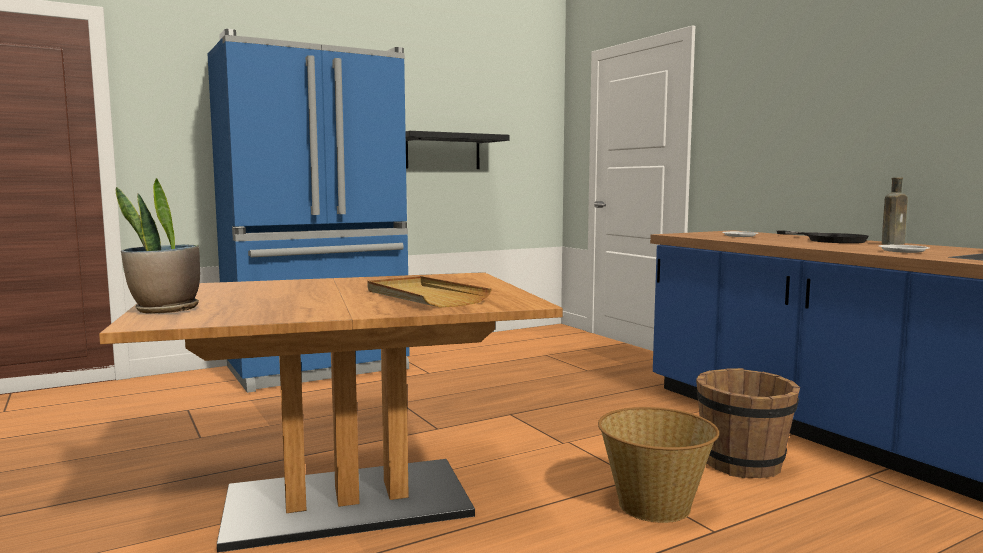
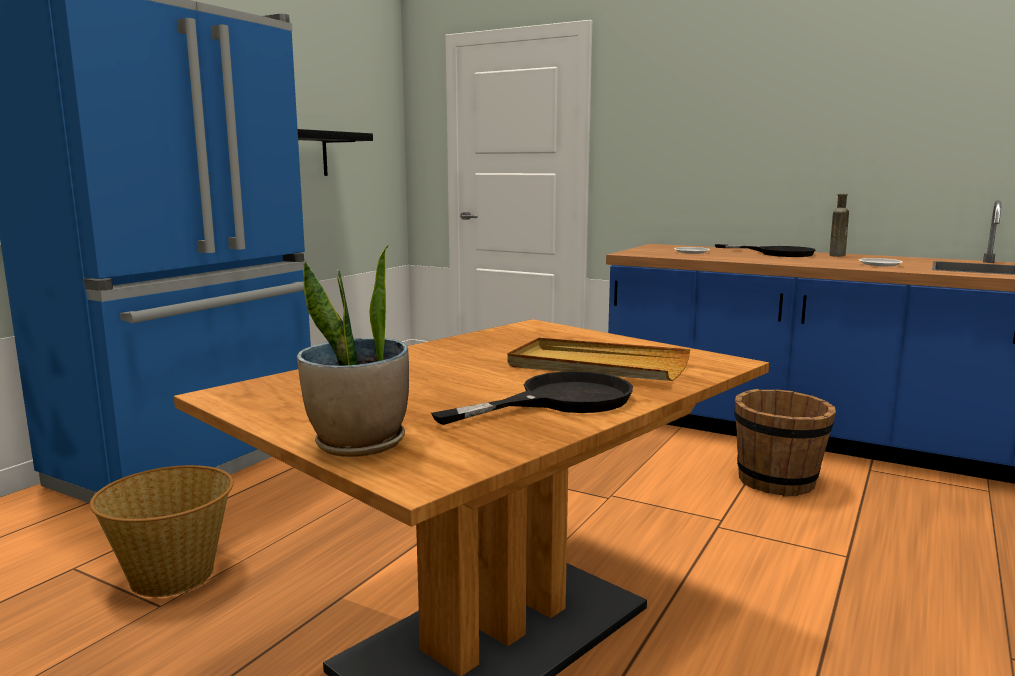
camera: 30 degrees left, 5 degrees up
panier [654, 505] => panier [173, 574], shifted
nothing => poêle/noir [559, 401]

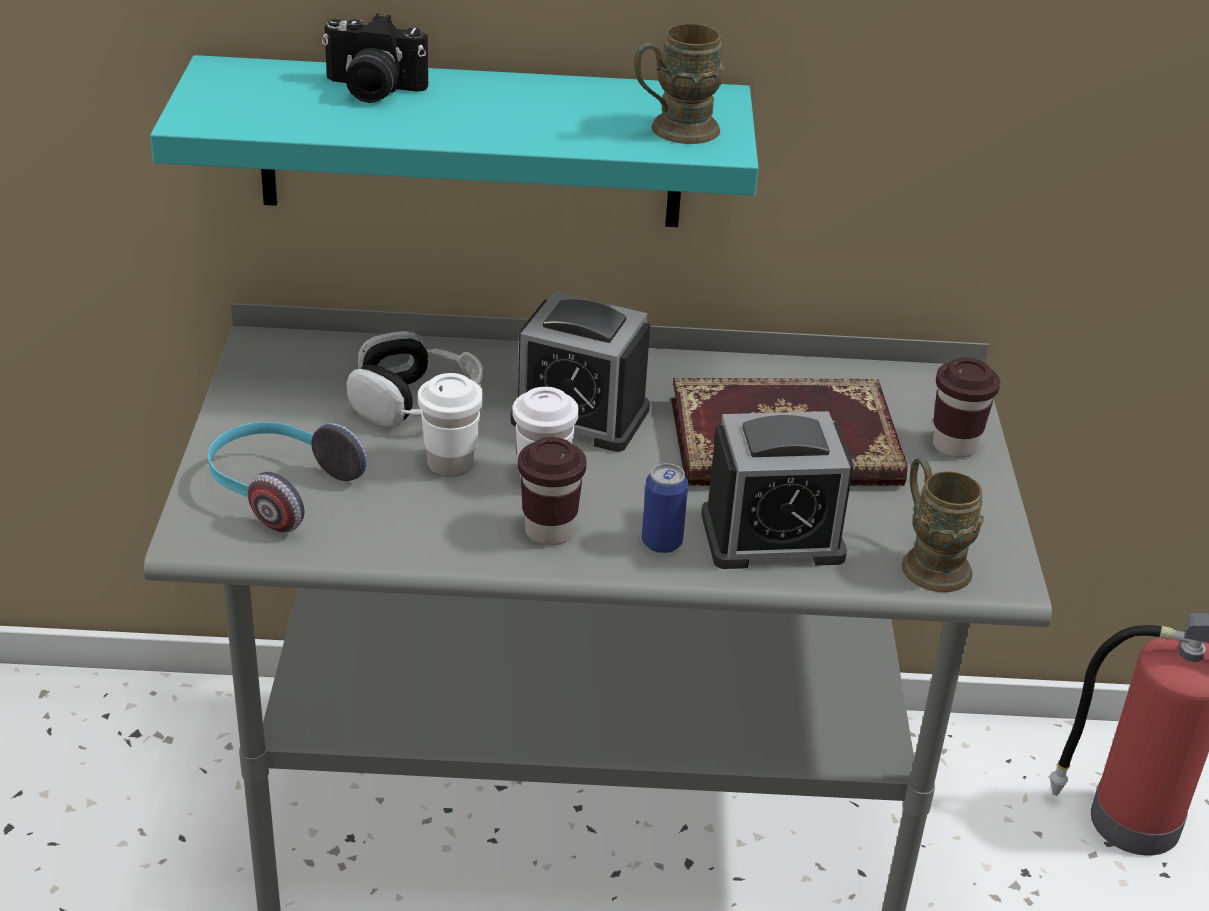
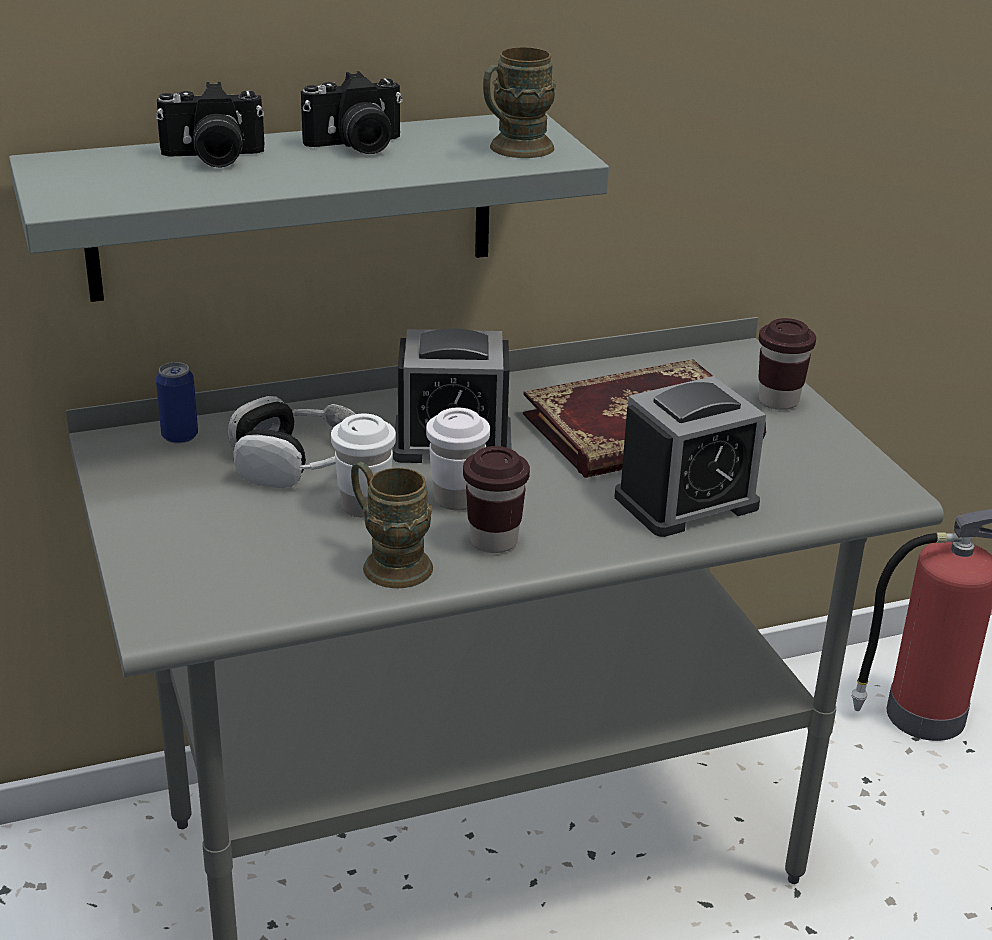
camera: 20 degrees left, 5 degrees down
étagère/turquoise [471, 143] => étagère/gris [293, 205]
casque audio [278, 489] => nothing
mug/marron [928, 560] => mug/marron [388, 562], shifted
boîte métallique [661, 542] => boîte métallique [180, 436], shifted
nothing => appareil photo [356, 146]

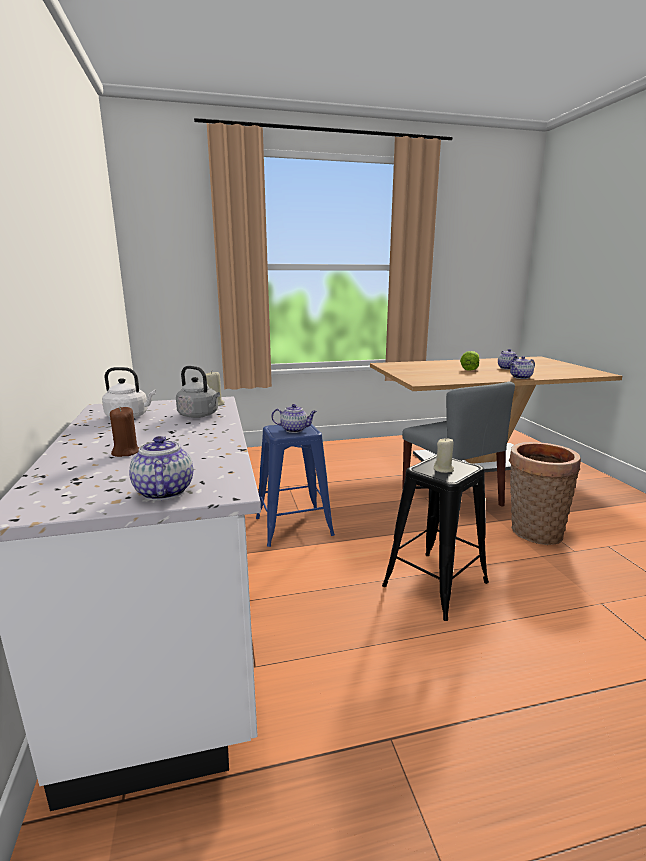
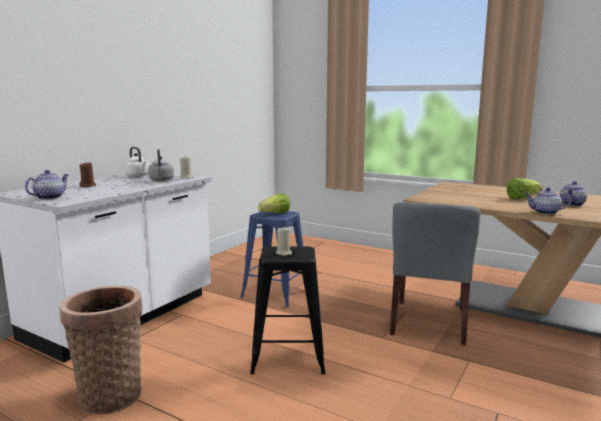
camera: 45 degrees right, 5 degrees down
théière [295, 429] => laitue [275, 214]
panier [532, 532] => panier [110, 394], shifted

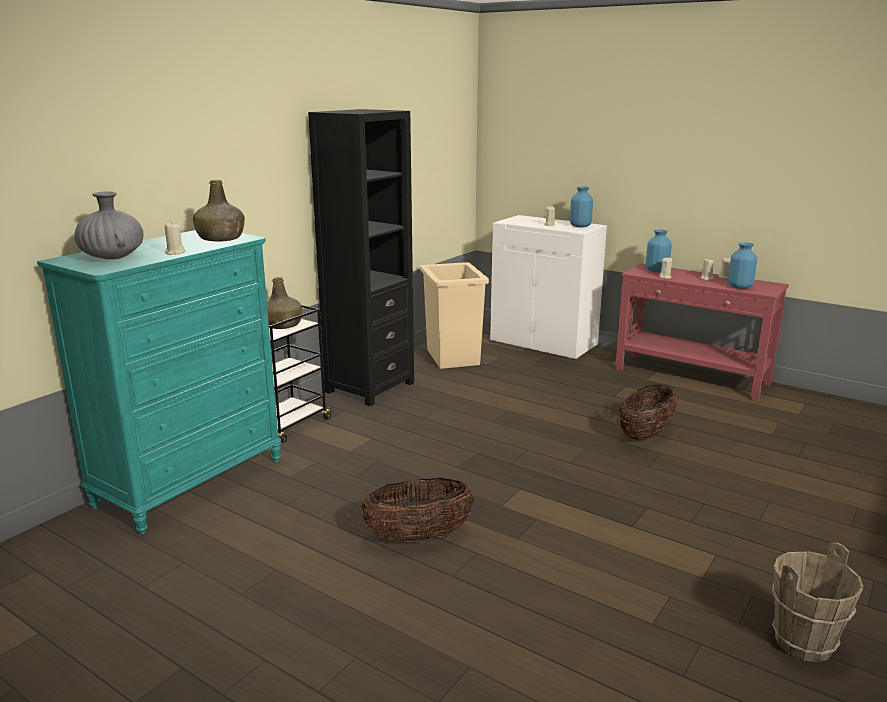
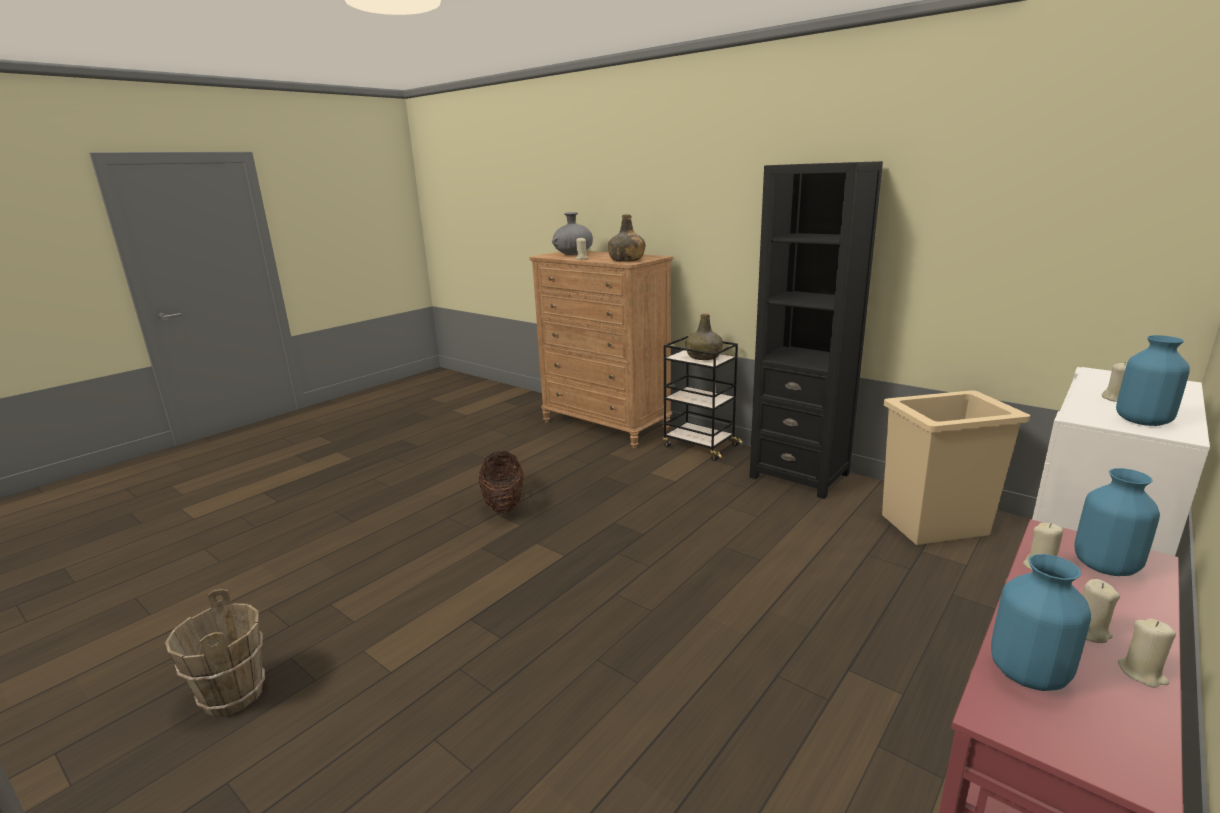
camera: 95 degrees right, 0 degrees up
commode/turquoise [190, 482] => commode/marron [605, 425]
panier [645, 434] => nothing

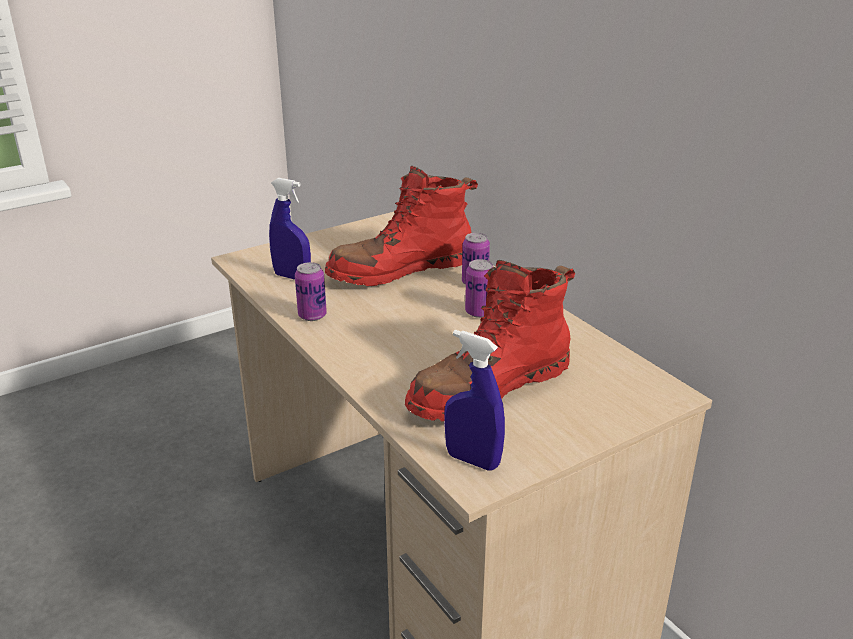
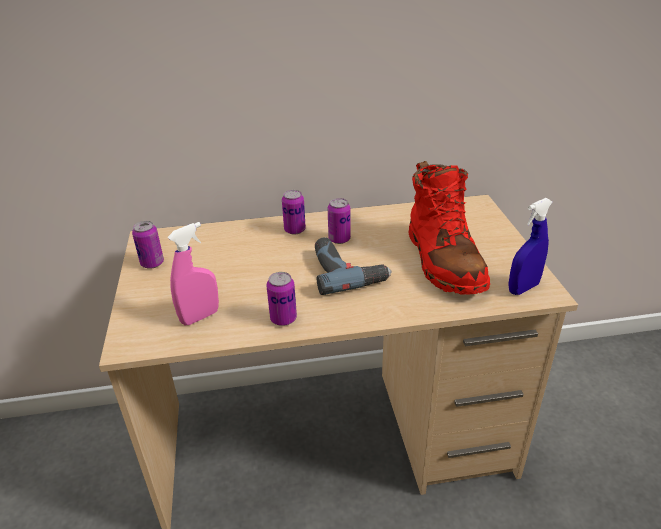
camera: 65 degrees left, 5 degrees up
botte/rouge [401, 270] => nothing
vaporisateur/bleu [292, 277] => vaporisateur/rose [200, 317]
nothing => boîte métallique [152, 263]
nothing => perceuse [346, 270]

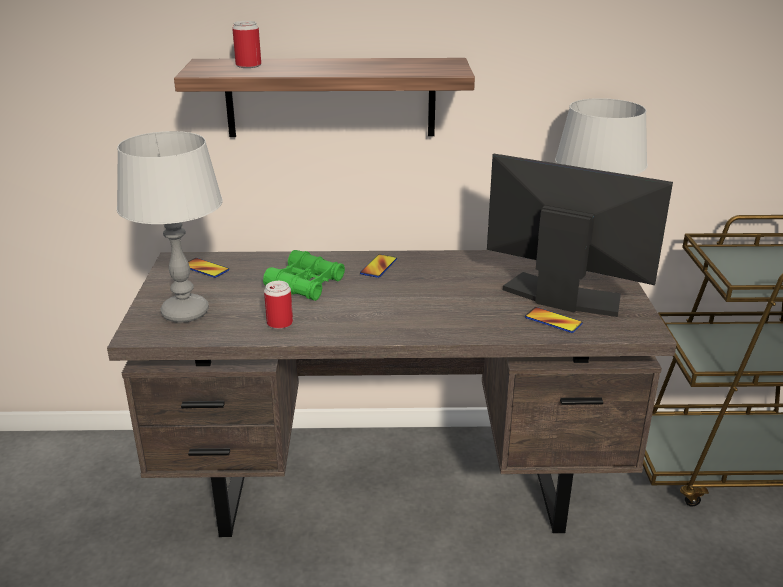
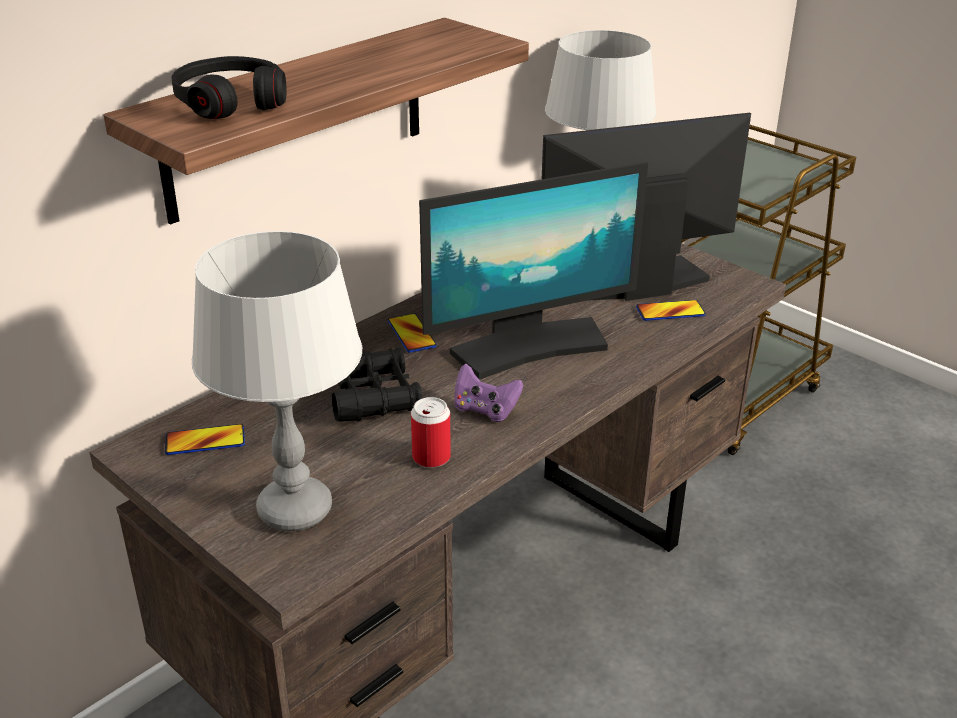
camera: 45 degrees left, 5 degrees up
boîte métallique [248, 66] => casque audio/noir [231, 102]
jumelles/vert [305, 284] => jumelles/noir [371, 396]
nothing => écran d'ordinateur [529, 346]
nothing => manette/violet [485, 410]

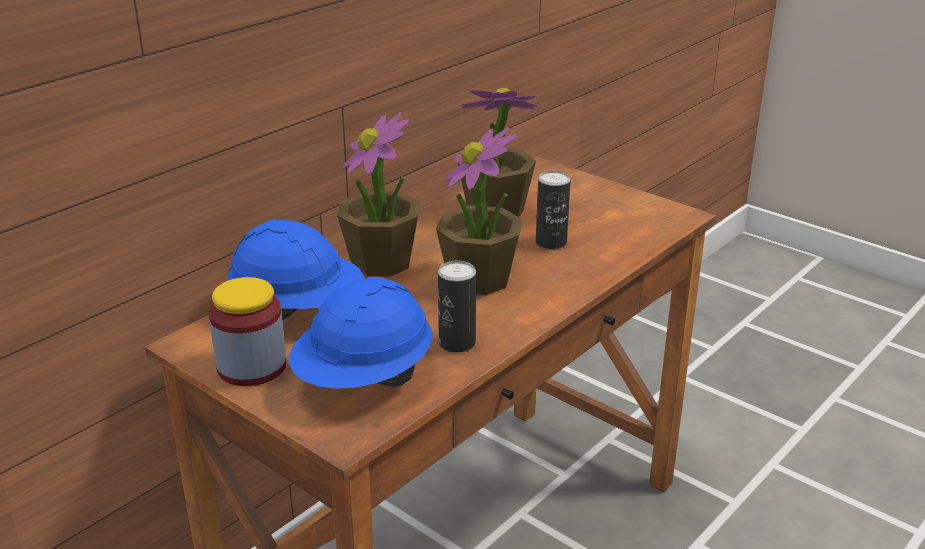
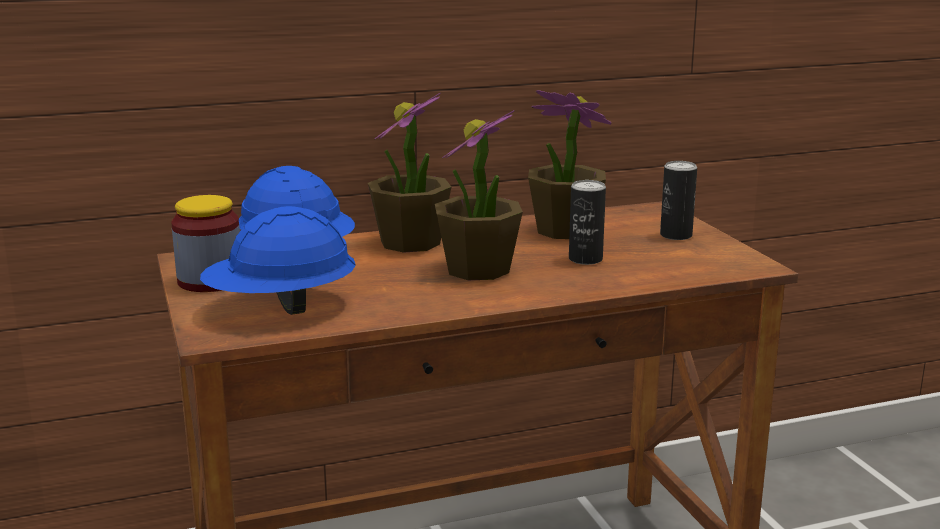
camera: 30 degrees right, 10 degrees down
boîte métallique [457, 343] => boîte métallique [676, 235], shifted

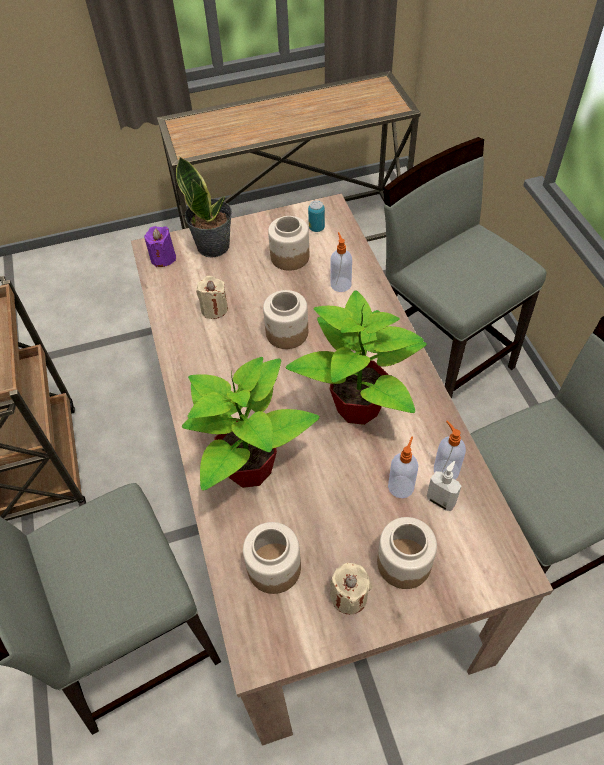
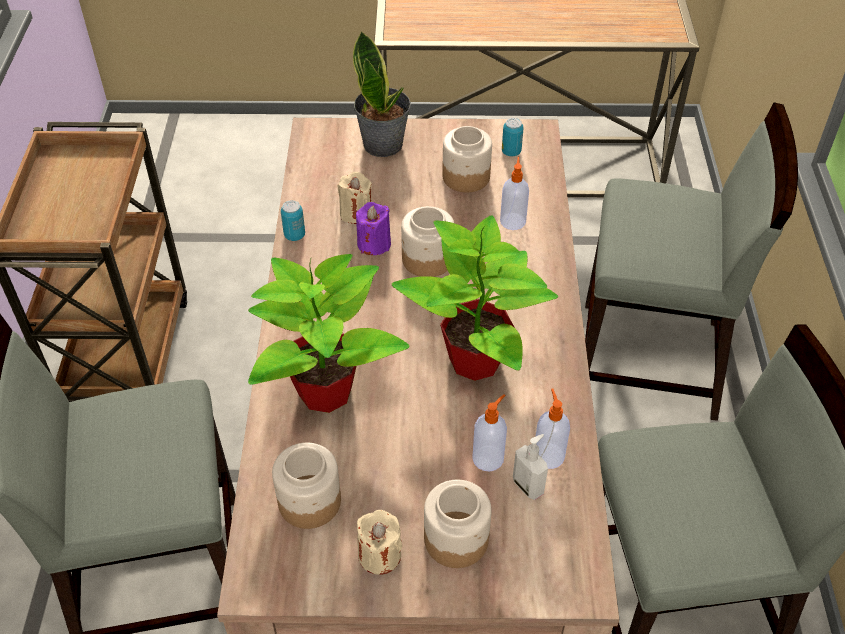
camera: 15 degrees right, 5 degrees down
chaise/gris [442, 358] => chaise/gris [650, 360], 120 degrees clockwise
bougie/violet [163, 258] => bougie/violet [374, 244], shifted
nothing => boîte métallique [294, 235]

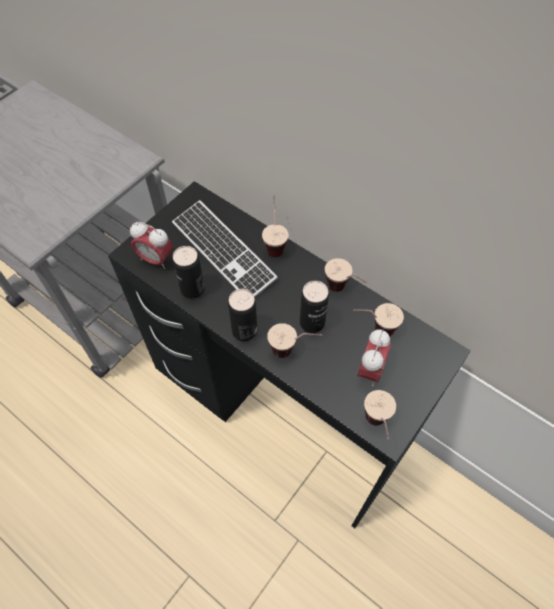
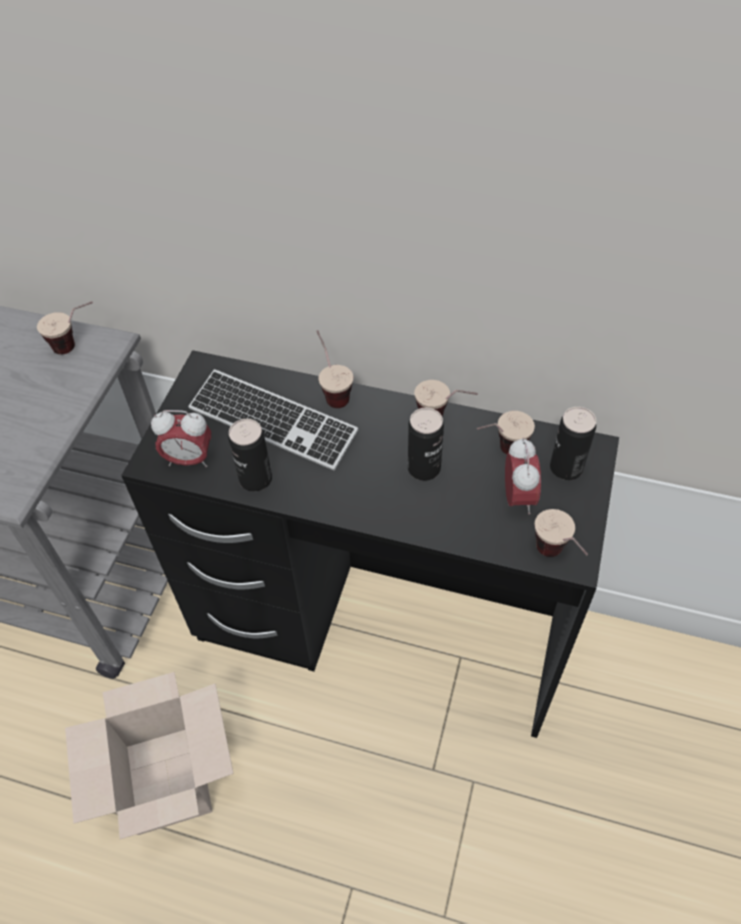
camera: 20 degrees left, 5 degrees down
boîte métallique [244, 330] => boîte métallique [566, 468], shifted
tasse [293, 352] => tasse [77, 345], shifted
nothing => carton [166, 777]

